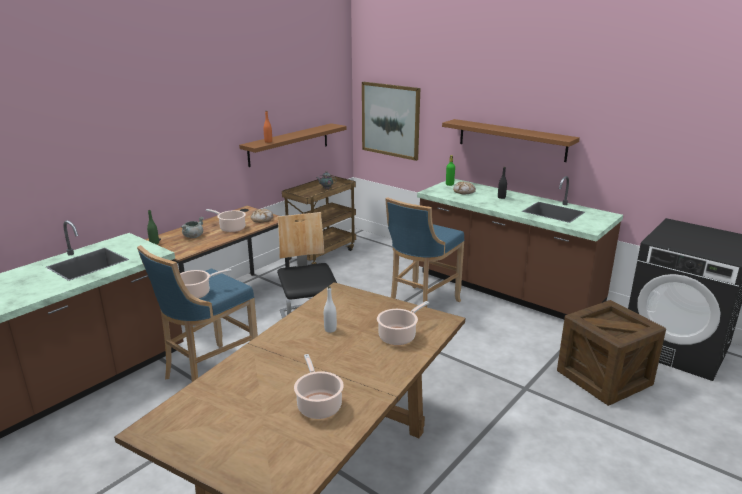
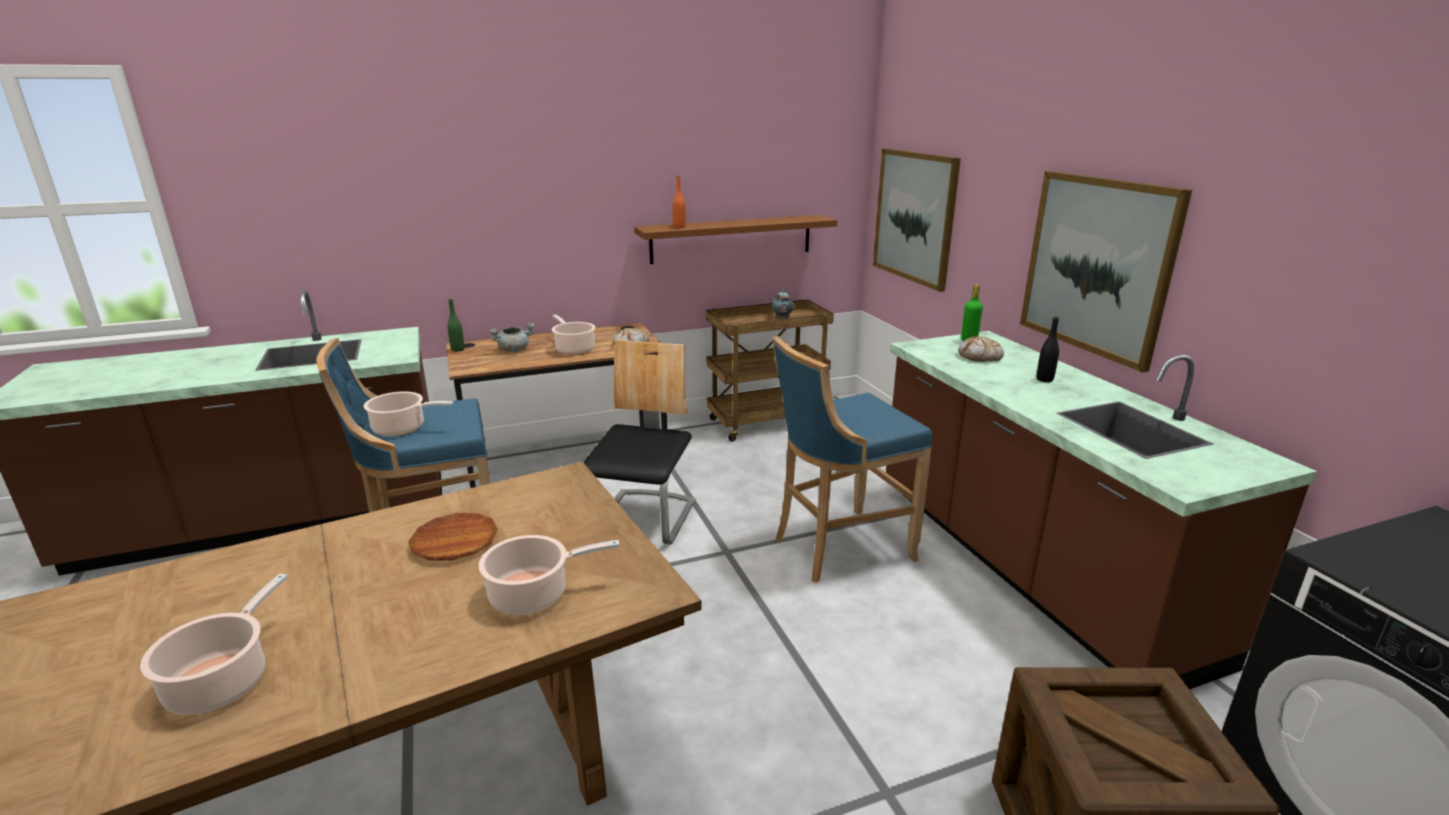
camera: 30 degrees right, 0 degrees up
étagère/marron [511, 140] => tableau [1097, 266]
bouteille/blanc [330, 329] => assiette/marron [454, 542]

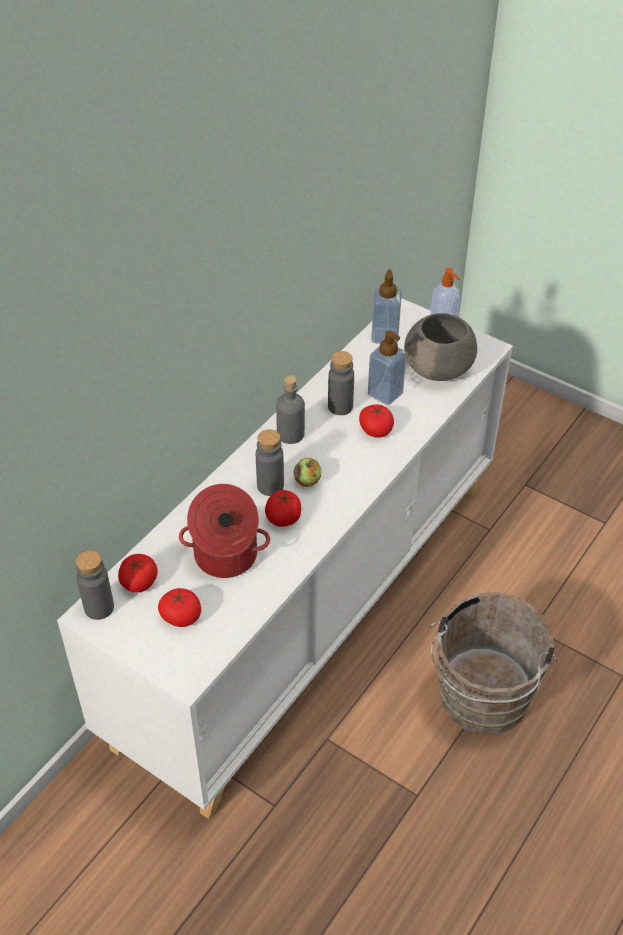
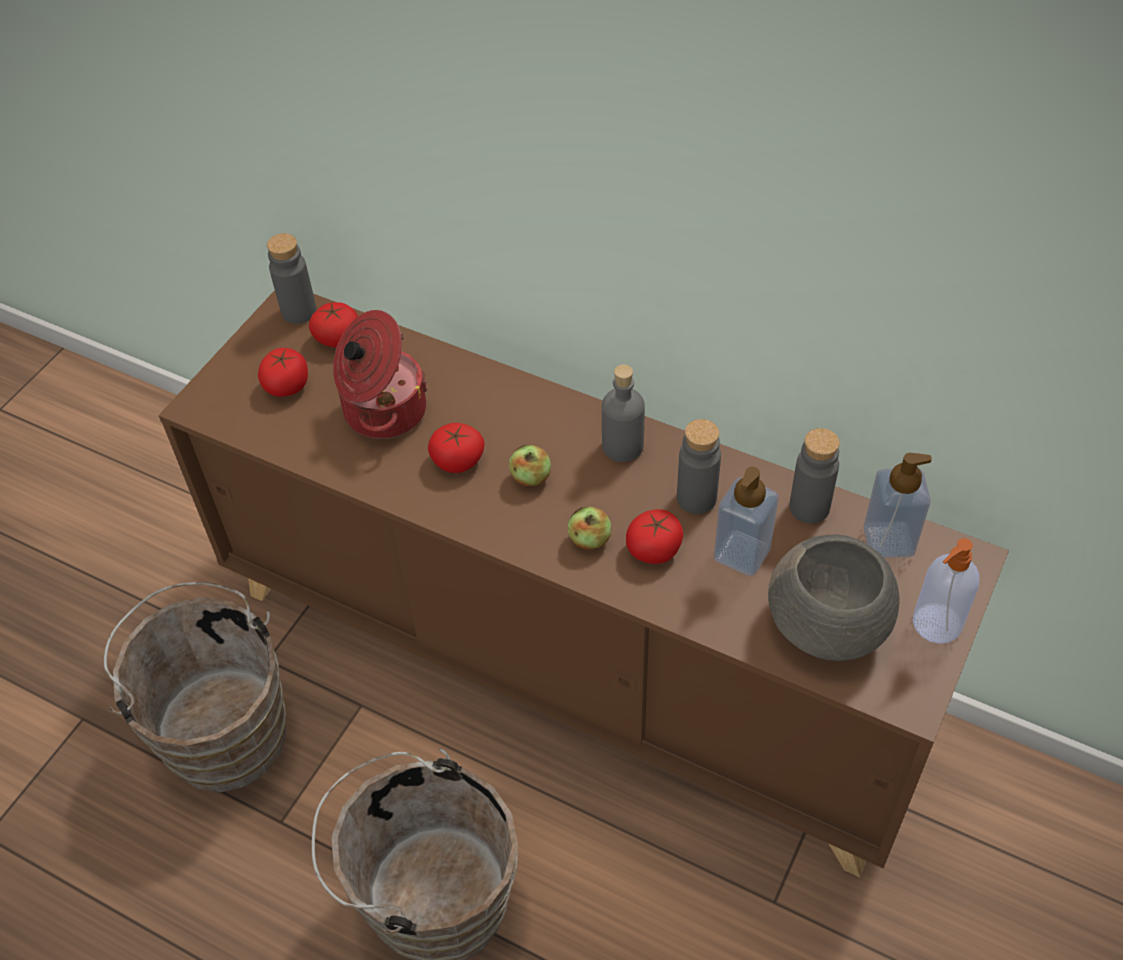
camera: 85 degrees right, 5 degrees up
meuble de rangement/blanc [311, 606] => meuble de rangement/marron [572, 660]
bouteille/gris [270, 486] => bouteille/gris [809, 507], shifted
nothing => pomme [589, 540]
nothing => seau/marron [223, 729]

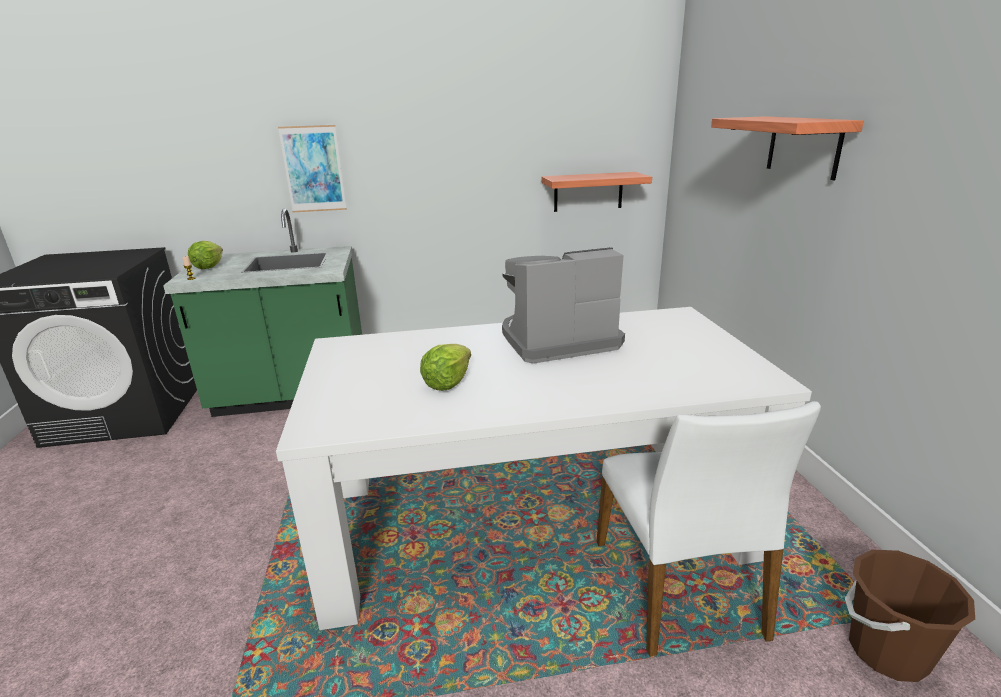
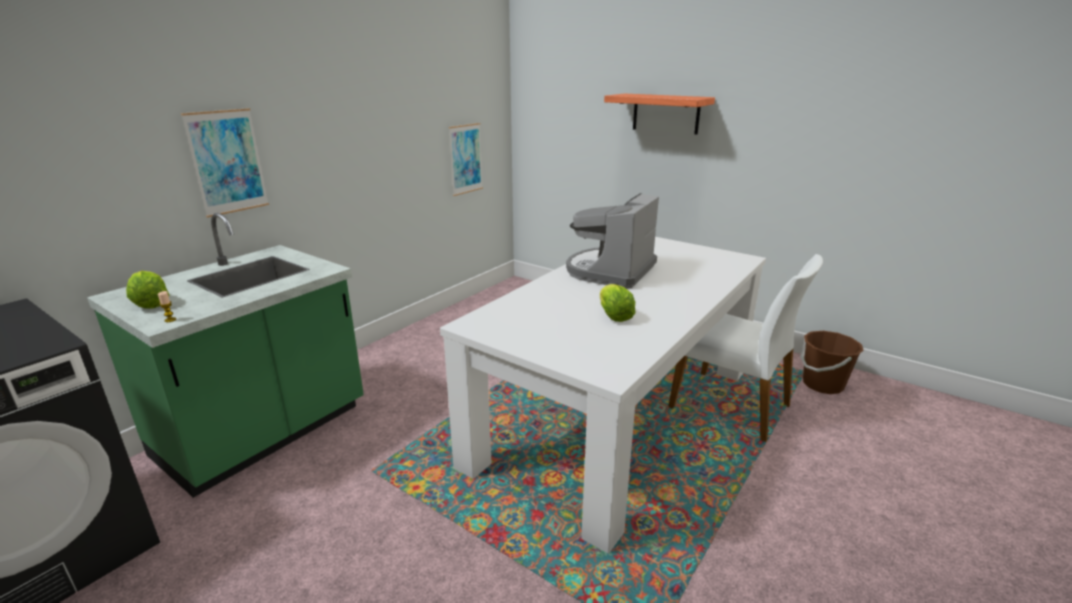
camera: 45 degrees left, 0 degrees up
étagère [588, 192] => tableau [466, 159]

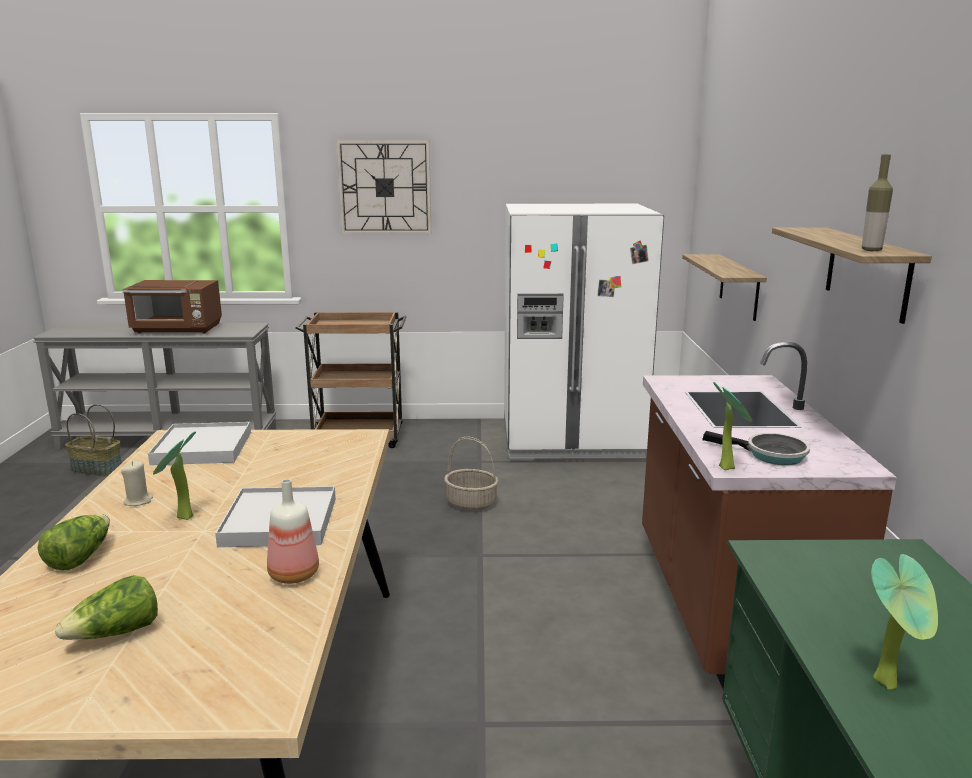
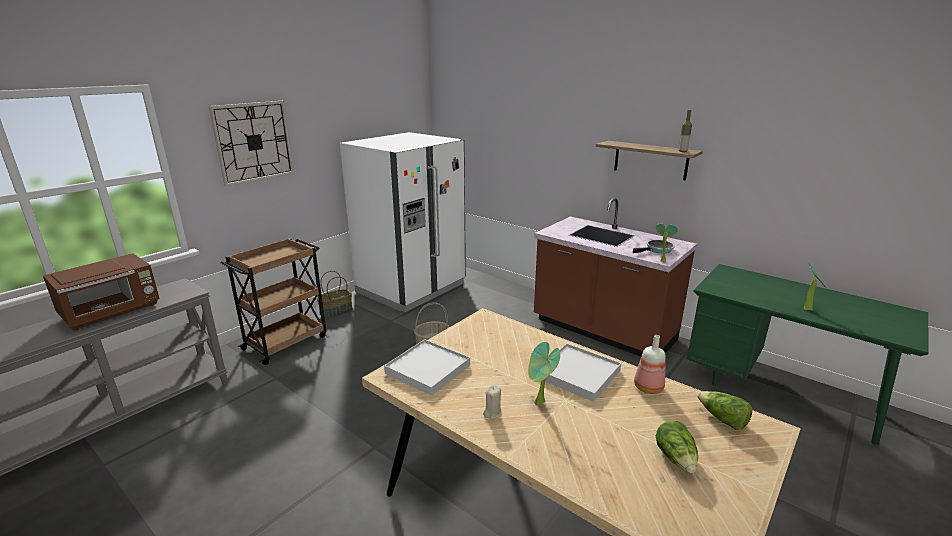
camera: 50 degrees left, 5 degrees up
étagère [739, 286] => nothing
panier [96, 470] => panier [336, 312], shifted
laitue [79, 557] => laitue [722, 419], shifted

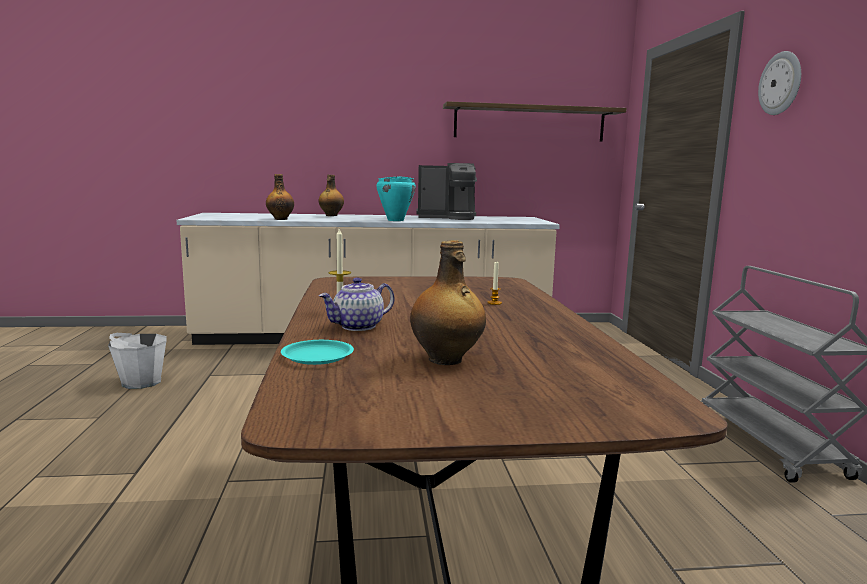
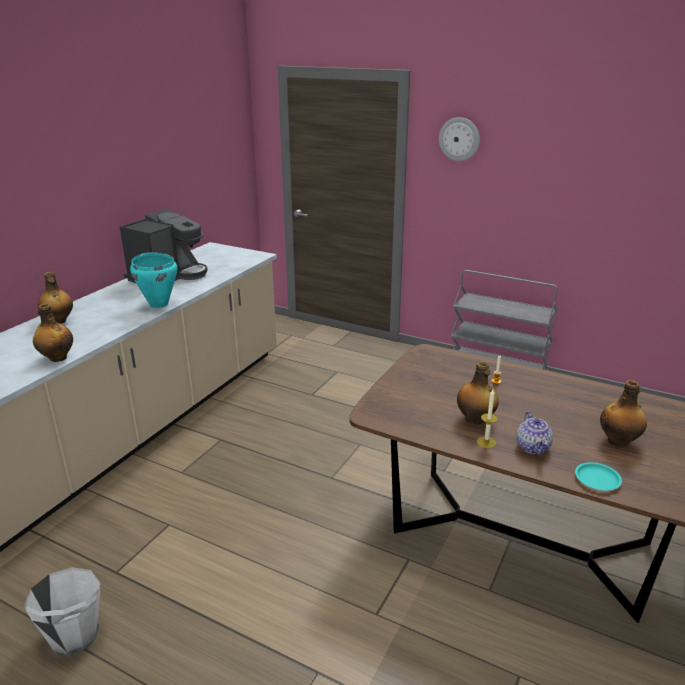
camera: 55 degrees left, 15 degrees up
étagère [529, 123] => nothing
nothing => bouteille [475, 419]

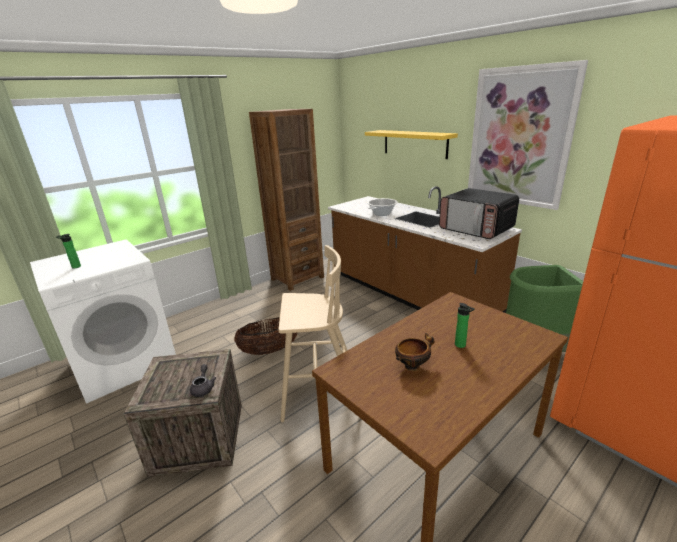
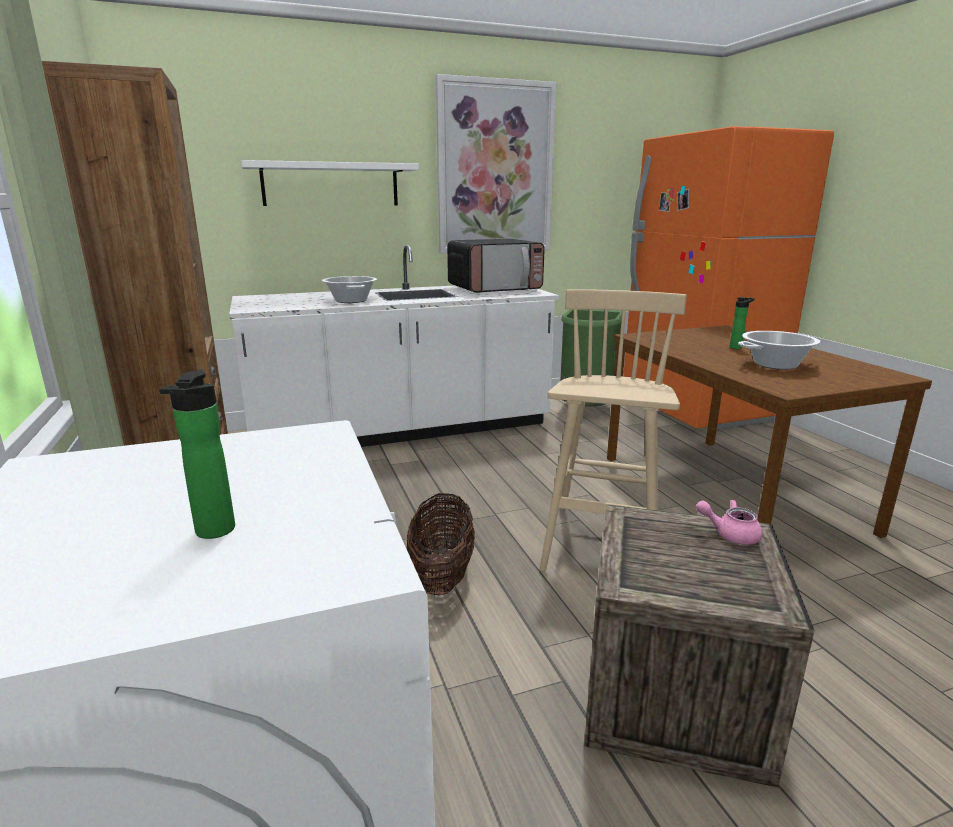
camera: 70 degrees left, 5 degrees down
étagère/jaune [414, 143] => étagère/blanc [331, 185]
comptoir de cuisine/marron [409, 295] => comptoir de cuisine/blanc [402, 430]
bol [413, 365] => marmite [775, 365]
théière/gris [203, 388] => théière/rose [730, 534]

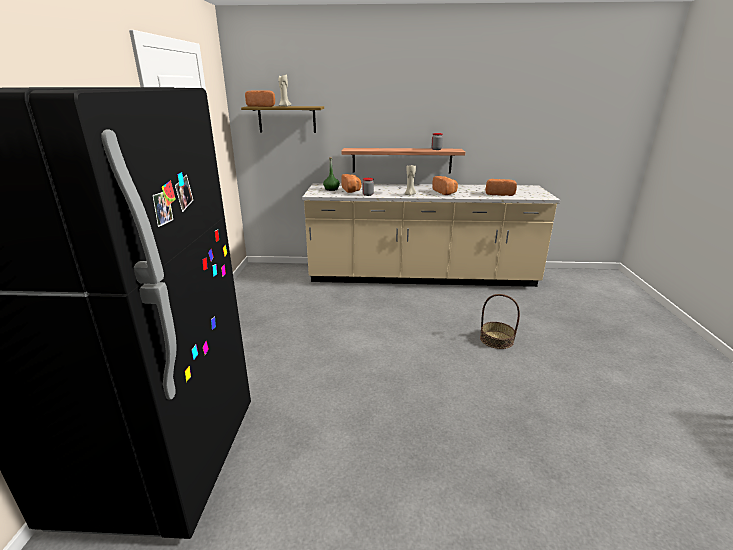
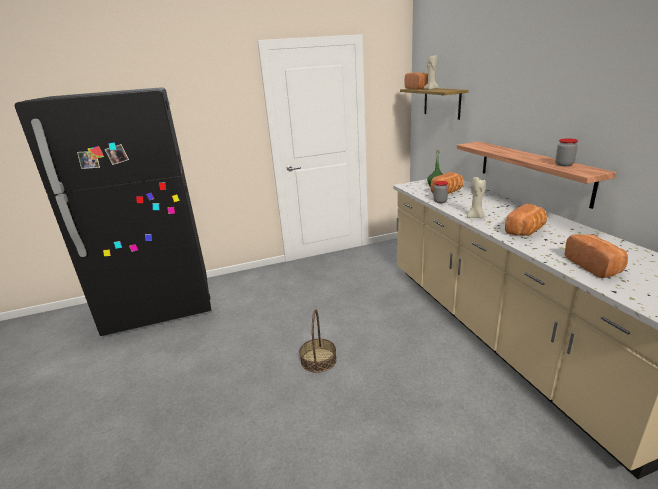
camera: 70 degrees right, 0 degrees up
panier [496, 339] => panier [318, 360], shifted

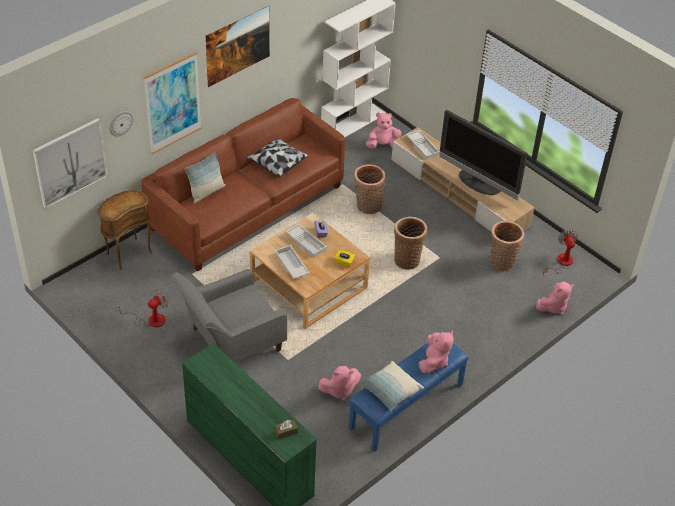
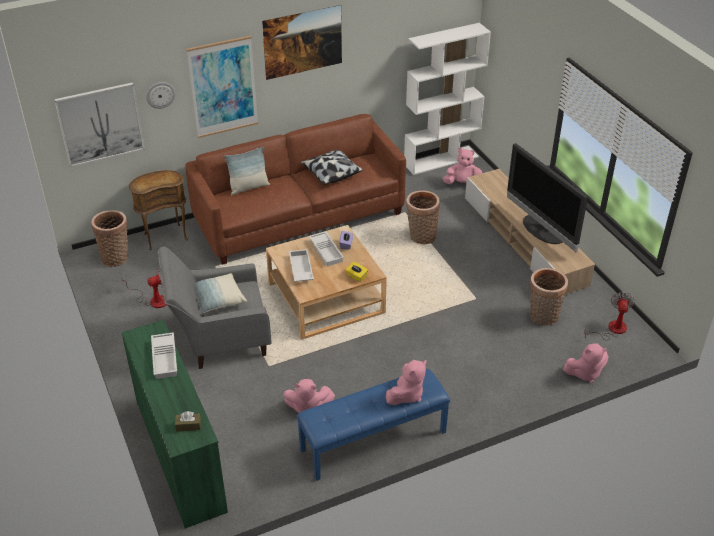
camera: 20 degrees right, 5 degrees down
plateau/blanc [423, 146] => plateau/blanc [165, 358], shifted
panier [407, 259] => panier [116, 257], shifted
coussin [391, 391] => coussin [218, 299], shifted

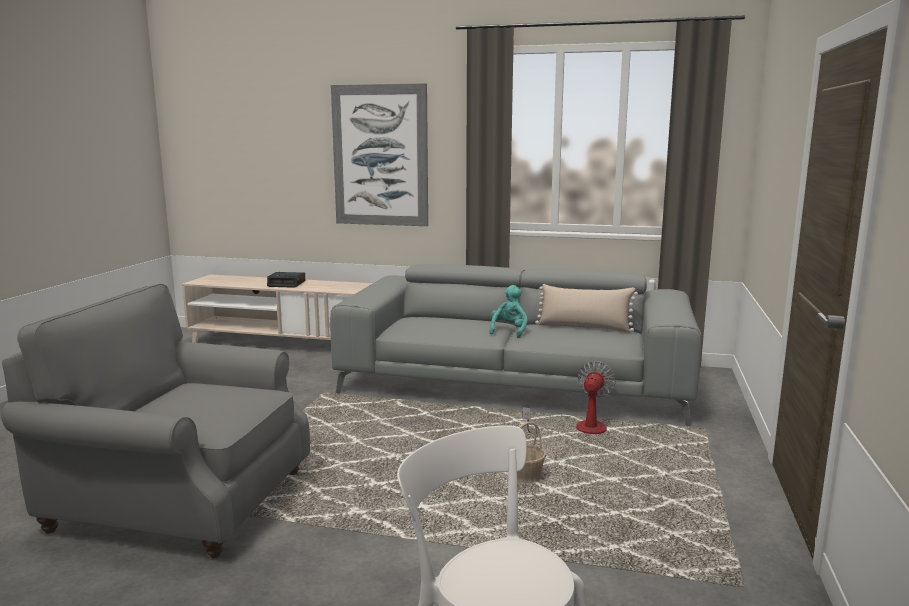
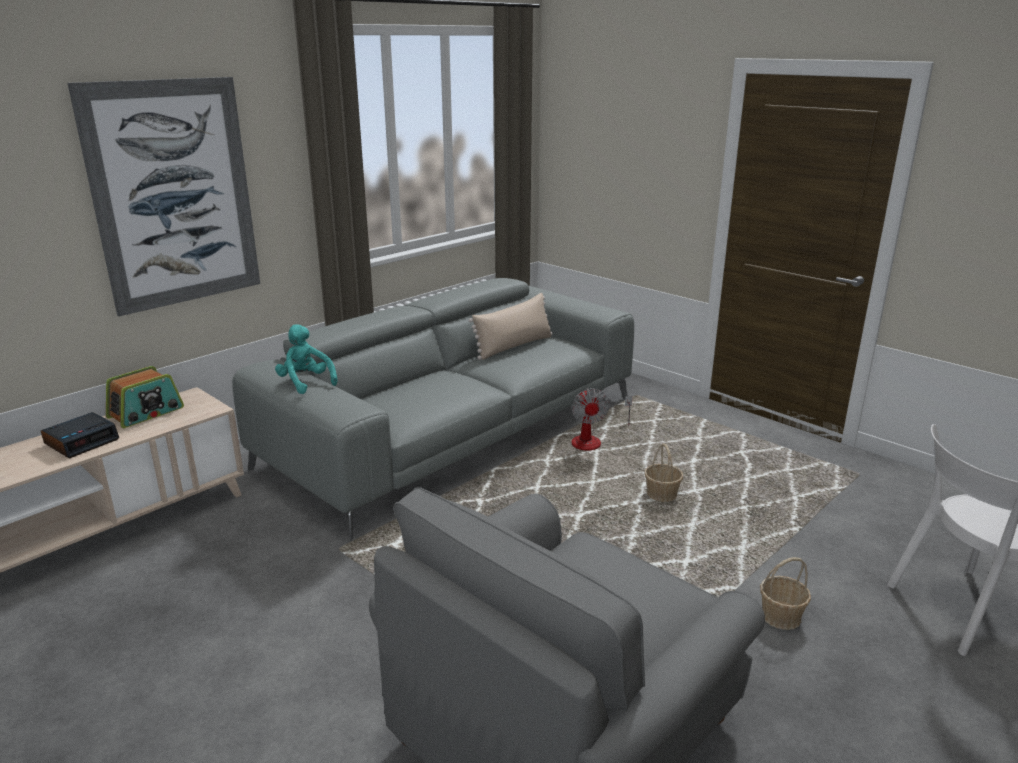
camera: 60 degrees left, 10 degrees up
peluche/turquoise [509, 331] => peluche/turquoise [306, 383], shifted
ventilateur [580, 430] => ventilateur [593, 440], 150 degrees counterclockwise
nothing => radio [146, 413]
nothing => panier [781, 616]

